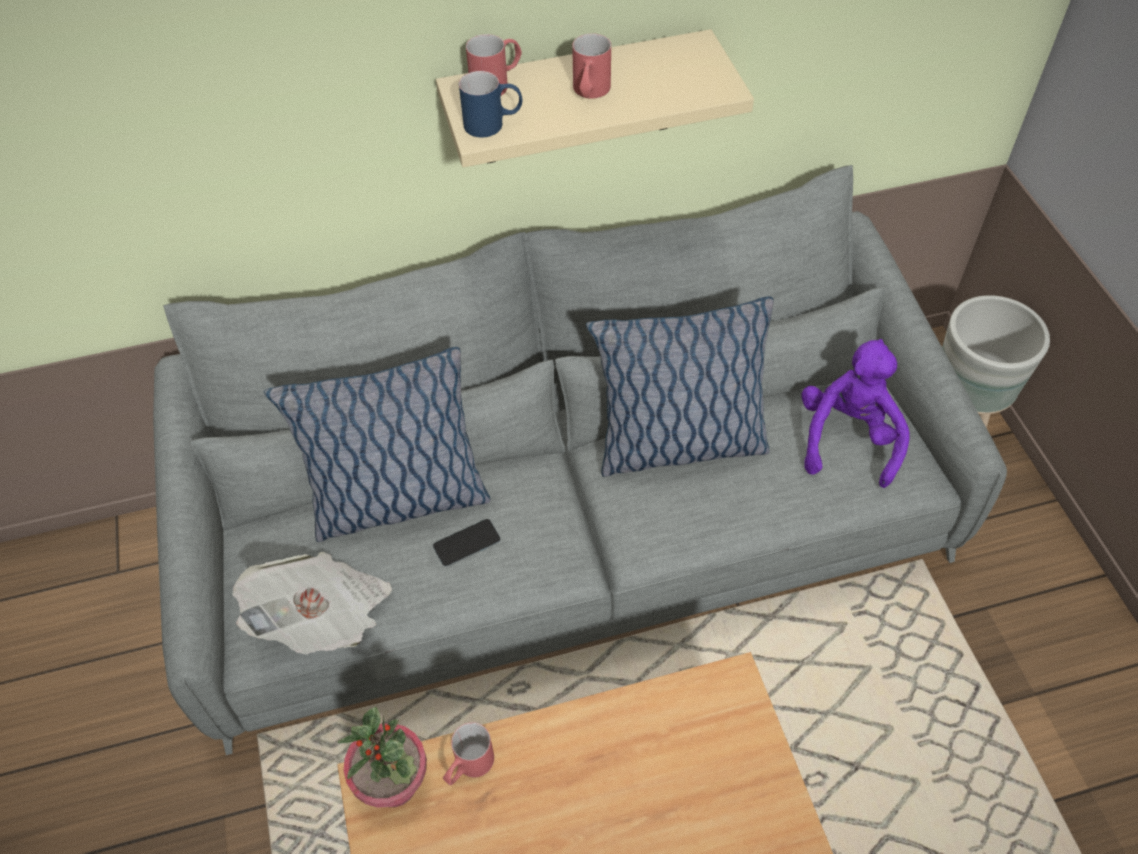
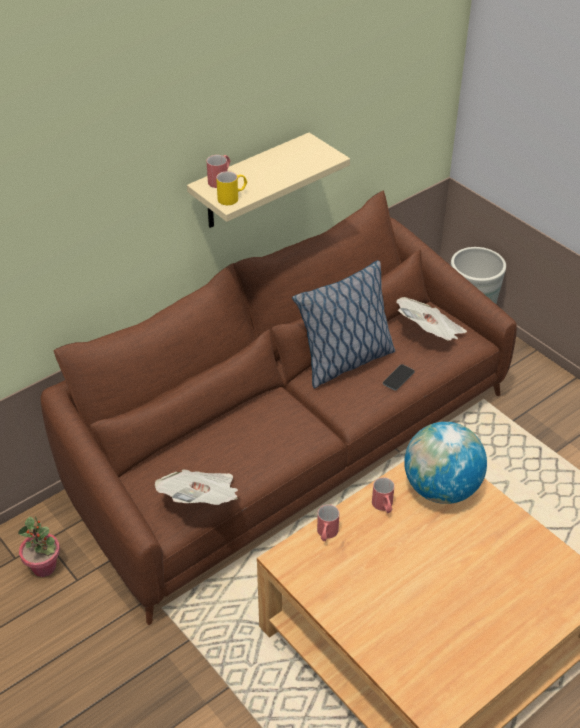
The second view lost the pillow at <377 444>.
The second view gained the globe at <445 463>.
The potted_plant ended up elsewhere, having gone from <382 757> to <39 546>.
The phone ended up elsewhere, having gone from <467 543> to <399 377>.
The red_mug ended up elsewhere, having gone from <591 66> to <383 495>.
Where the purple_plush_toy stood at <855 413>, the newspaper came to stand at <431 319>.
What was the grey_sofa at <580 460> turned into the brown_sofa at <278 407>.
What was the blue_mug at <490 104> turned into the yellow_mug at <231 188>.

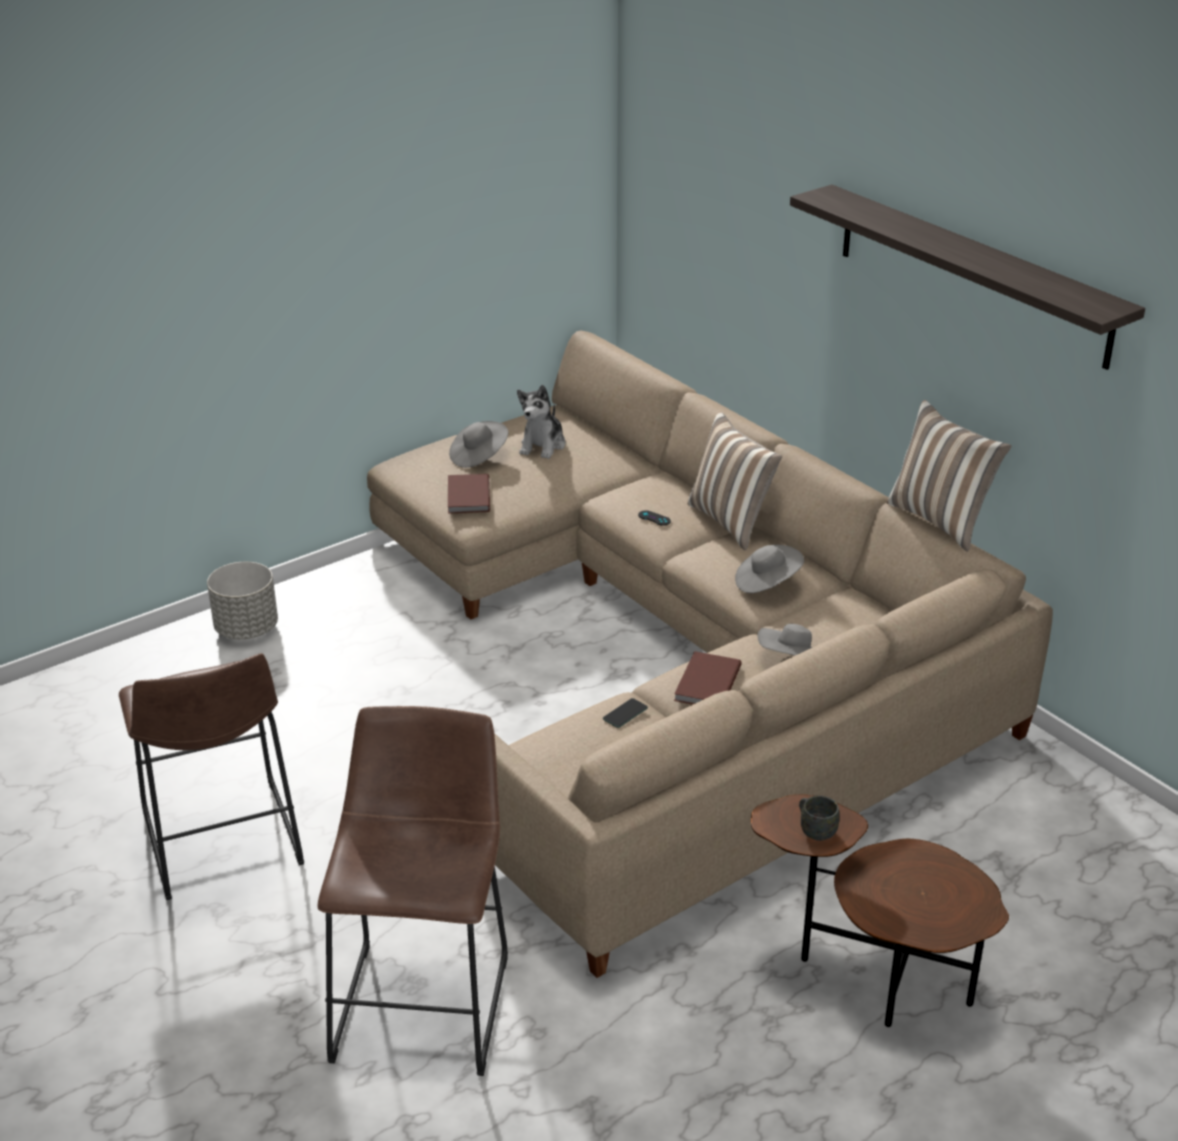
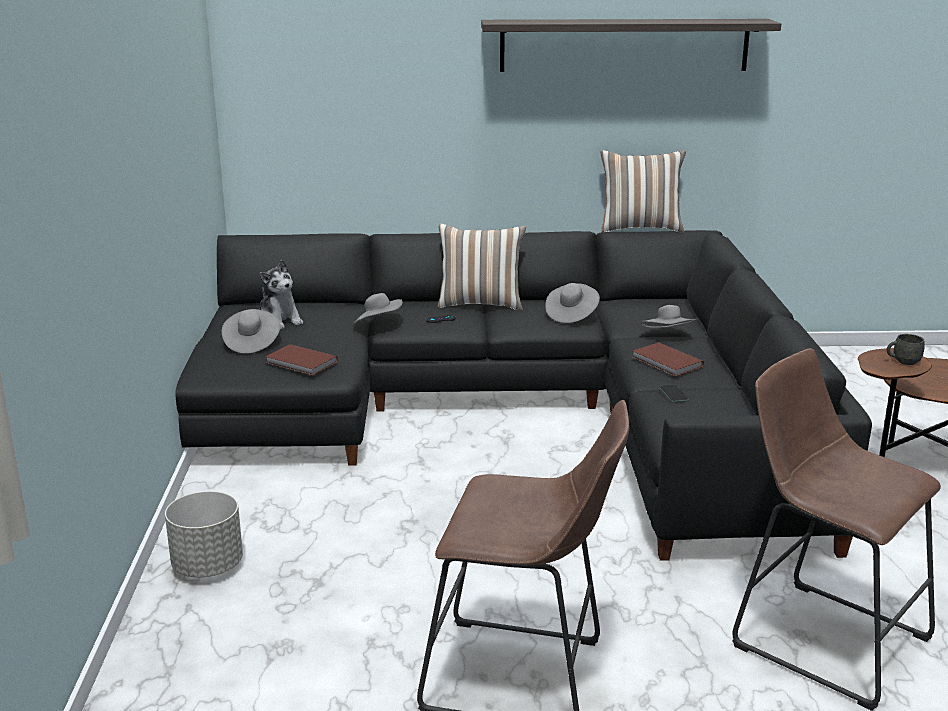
The second view gained the grey_hat at <378 308>.
What was the beige_sofa at <710 654> turned into the black_sofa at <523 395>.

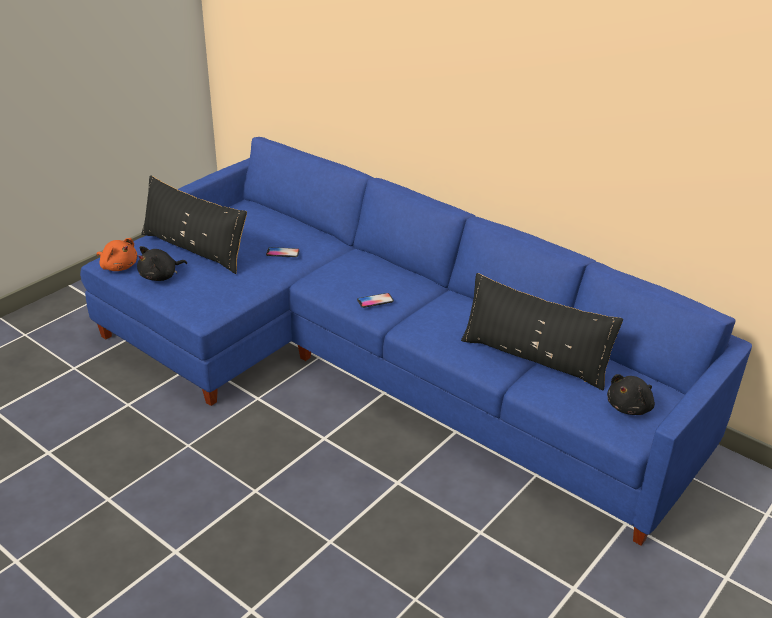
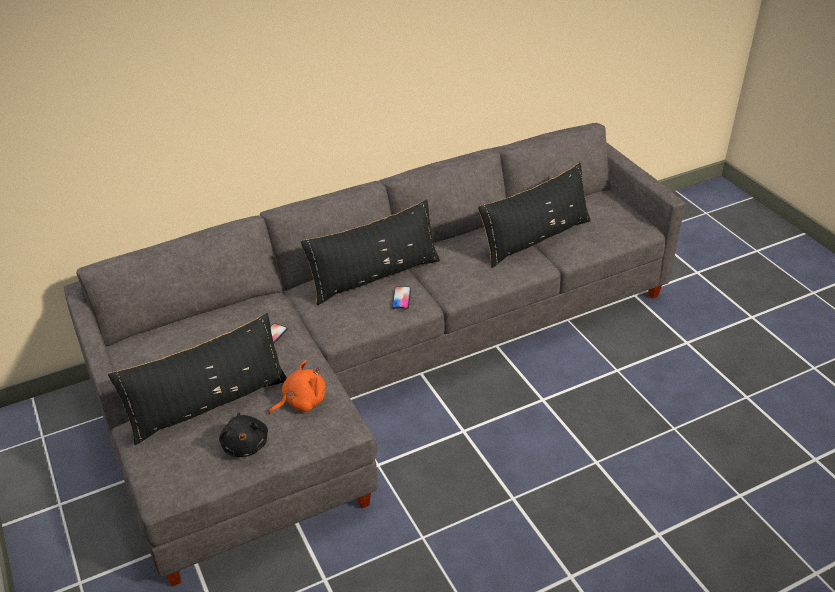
The second view lost the black_plush_toy at <631 394>.
The second view gained the black_pillow at <370 252>.
The orange_plush_toy ended up elsewhere, having gone from <117 254> to <297 387>.
What was the blue_sofa at <416 341> turned into the grey_sofa at <374 354>.

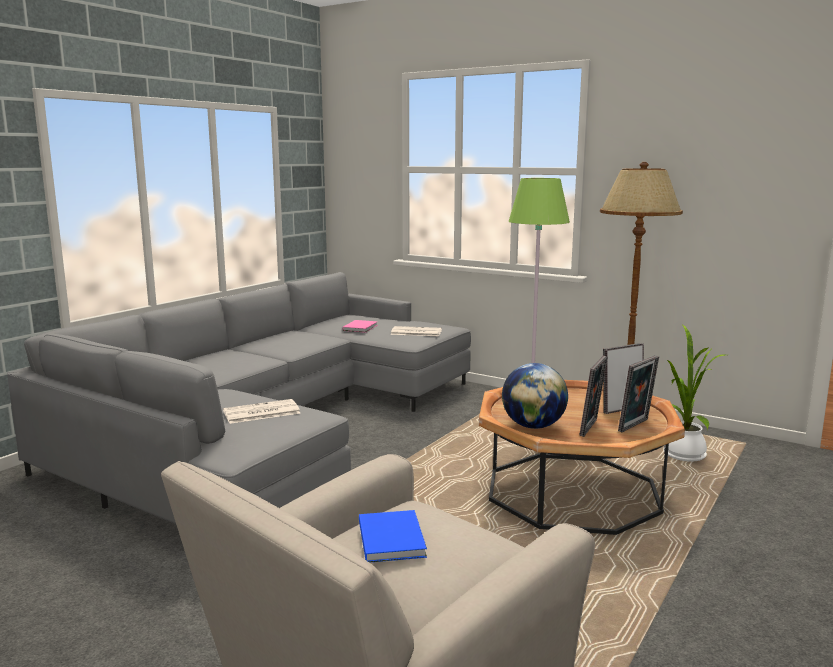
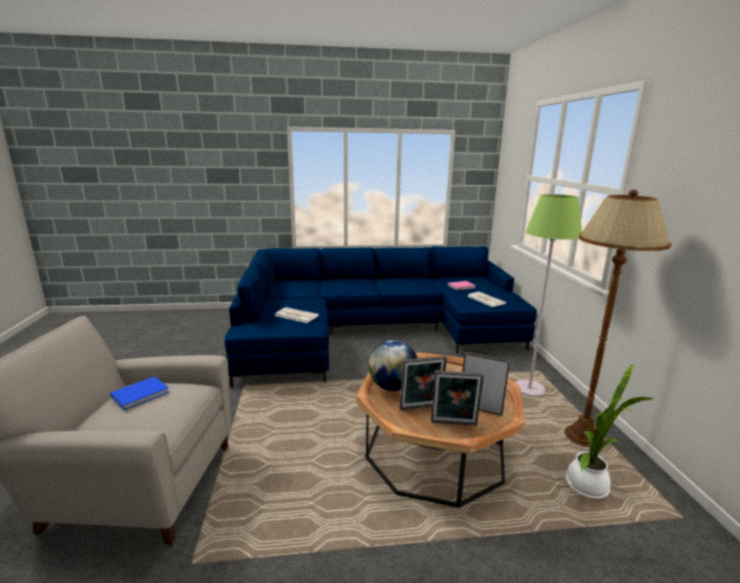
What was the grey_sofa at <239 398> turned into the blue_sofa at <381 316>.

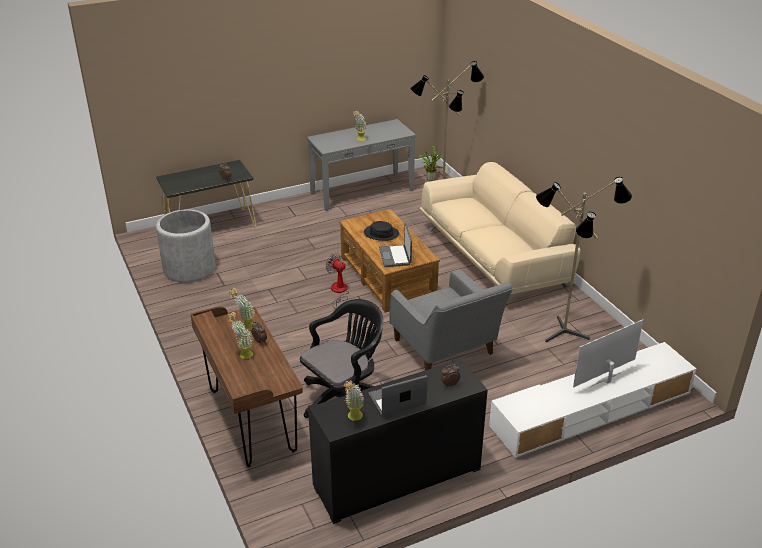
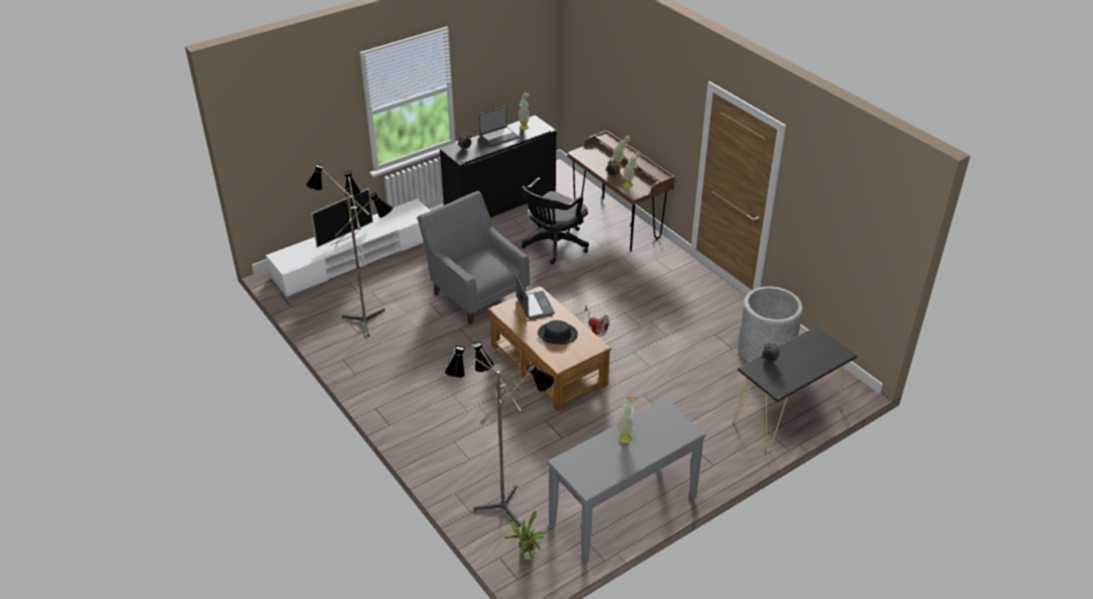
The second view lost the beige_sofa at <500 228>.

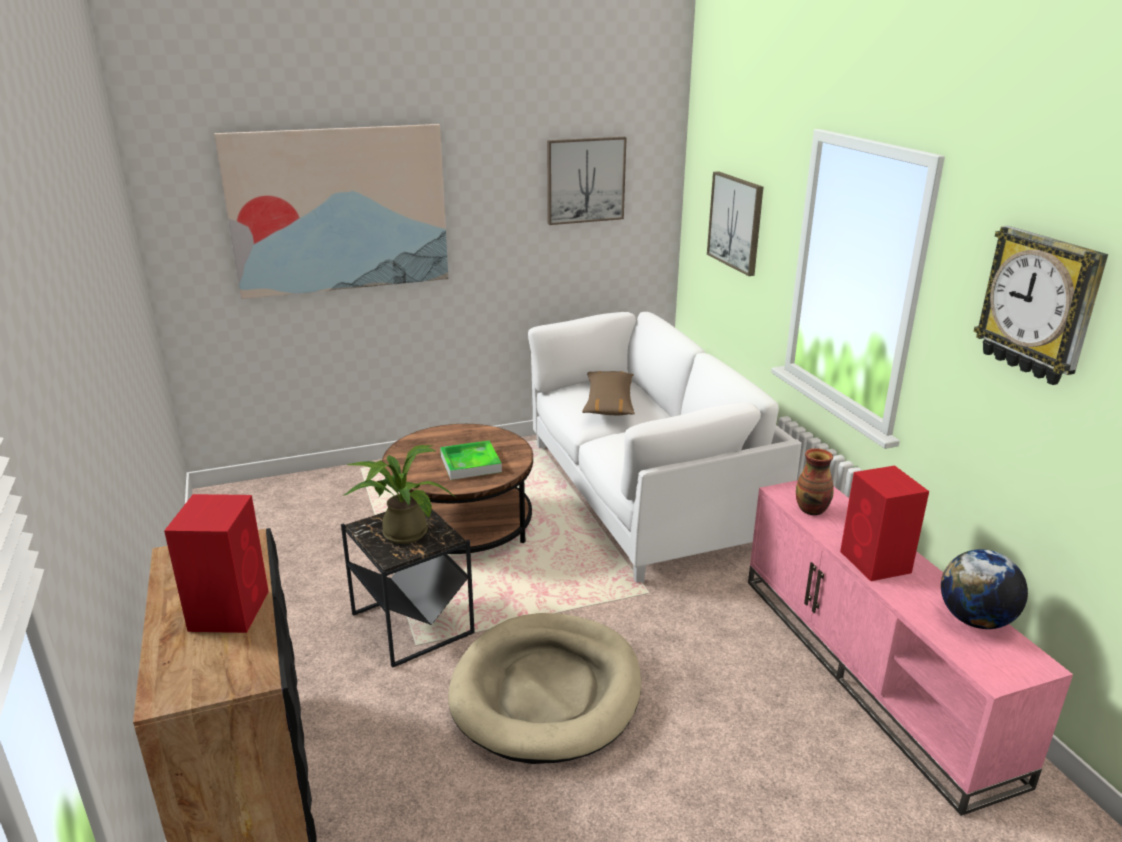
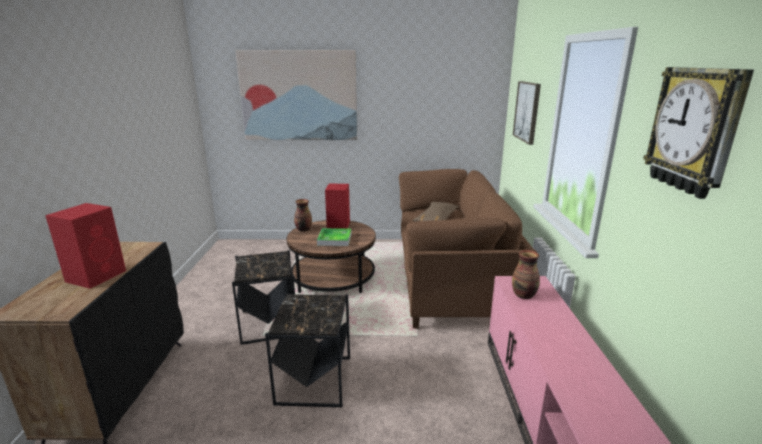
The second view lost the potted_plant at <399 494>.
The second view lost the picture at <587 181>.
The second view lost the globe at <984 589>.
The second view gained the vase at <303 215>.
The red_speaker ended up elsewhere, having gone from <884 523> to <337 206>.
Where the beige_dog_bed stood at <544 688>, the black_side_table came to stand at <307 350>.
What was the white_sofa at <664 447> turned into the brown_sofa at <468 249>.

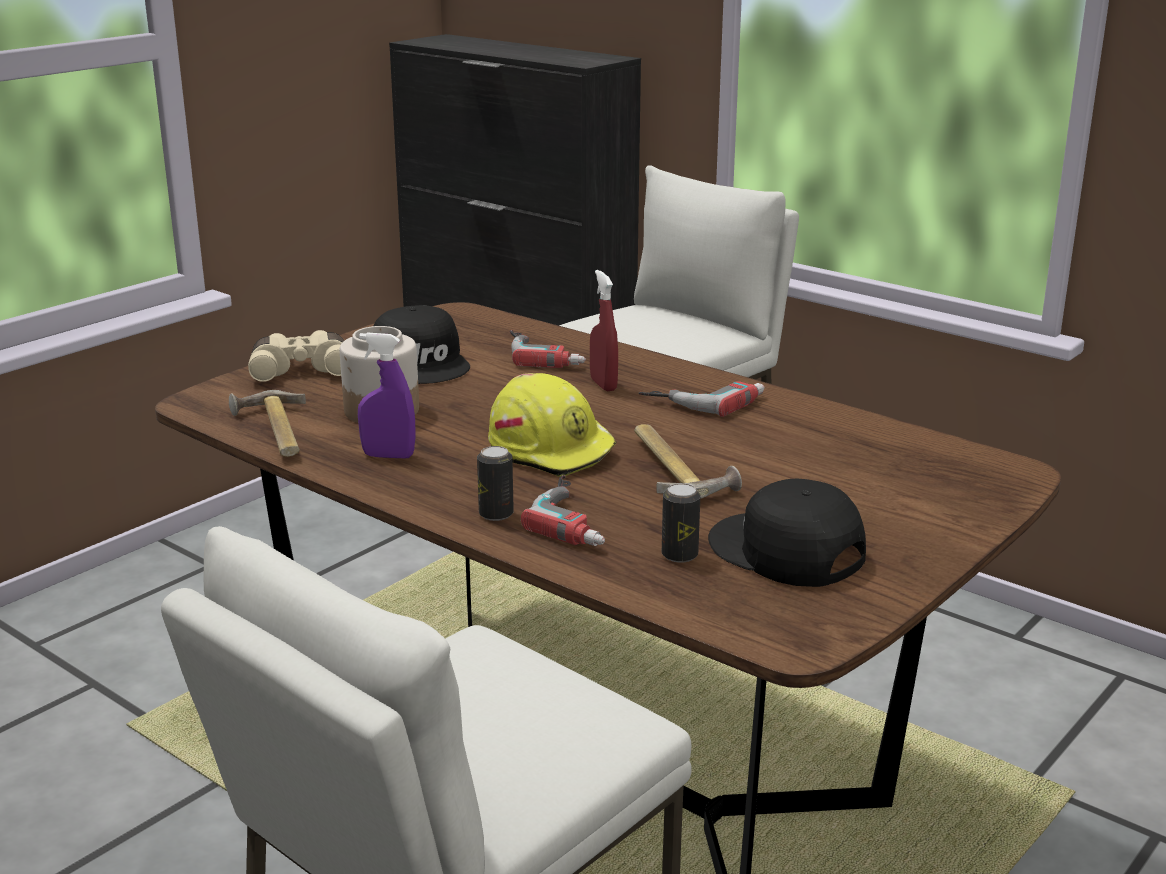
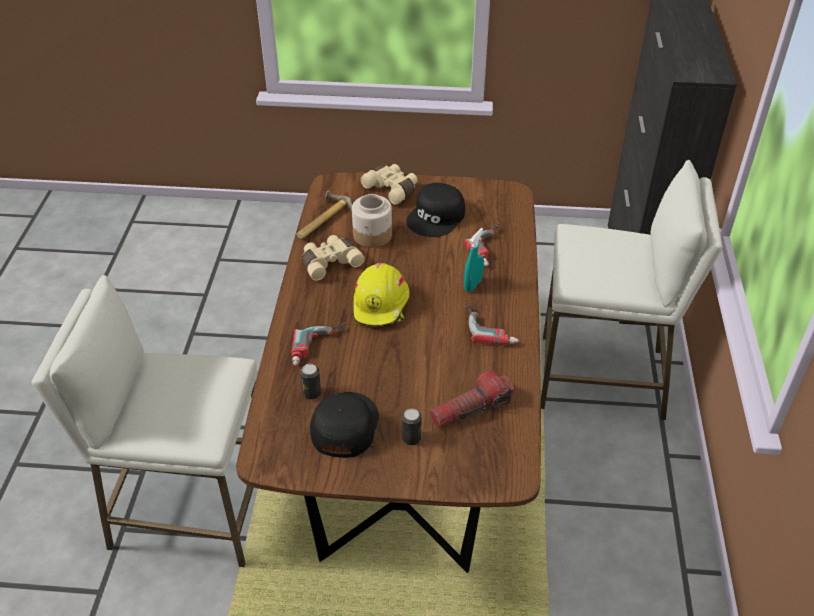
The second view lost the hammer at <688 461>.
The second view gained the flashlight at <472 399>.
The can ended up elsewhere, having gone from <495 483> to <412 426>.
Where the purple_spray_bottle stood at <387 395>, the beige_binoculars came to stand at <333 258>.
What was the red_spray_bottle at <604 330> turned into the turquoise_spray_bottle at <474 260>.

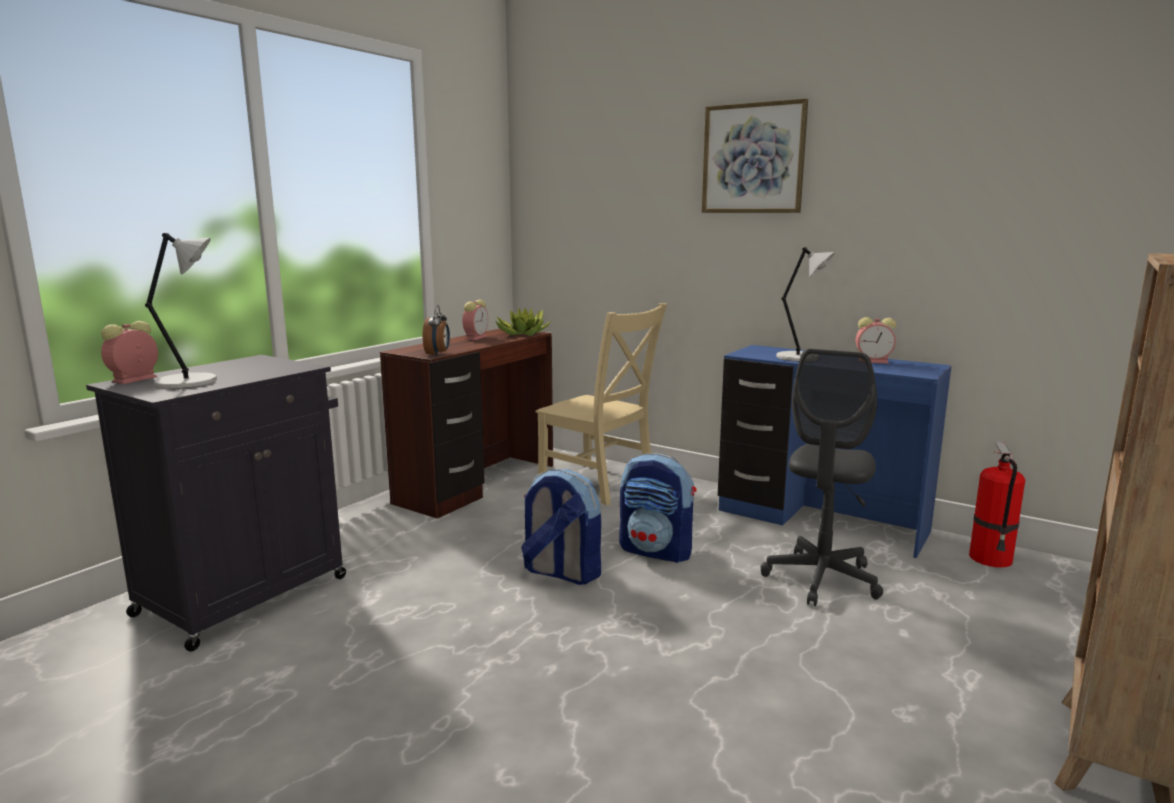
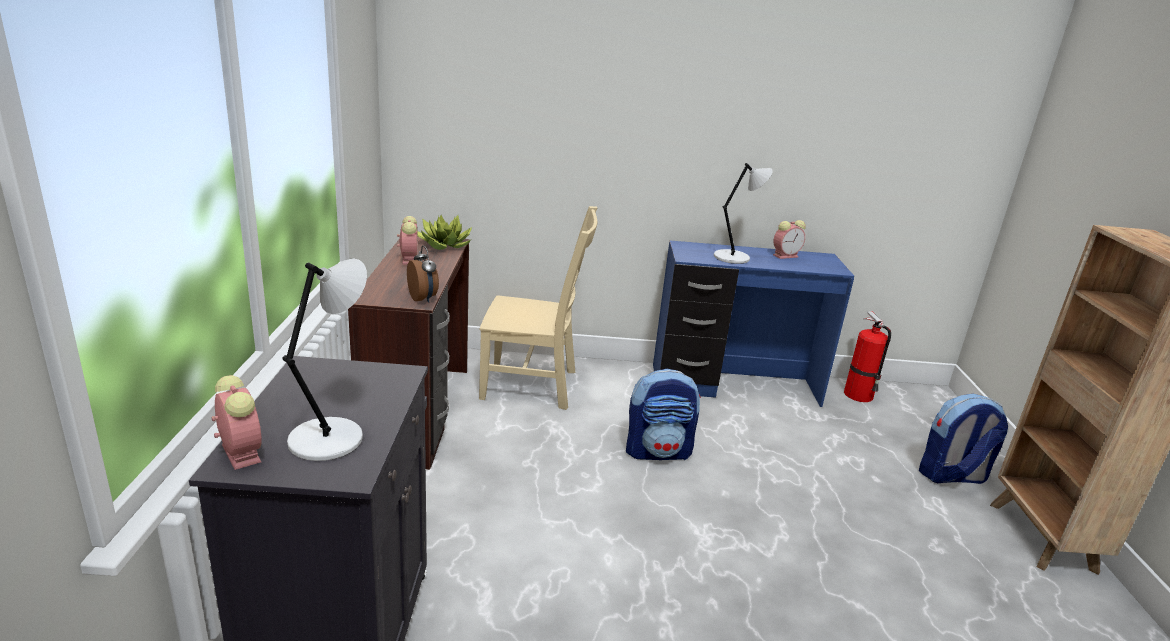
The second view lost the picture at <755 155>.
The second view lost the grey_office_chair at <821 477>.
The backpack ended up elsewhere, having gone from <561 527> to <963 439>.
The alarm_clock at <129 352> ended up facing another way, 150 degrees clockwise from before.

